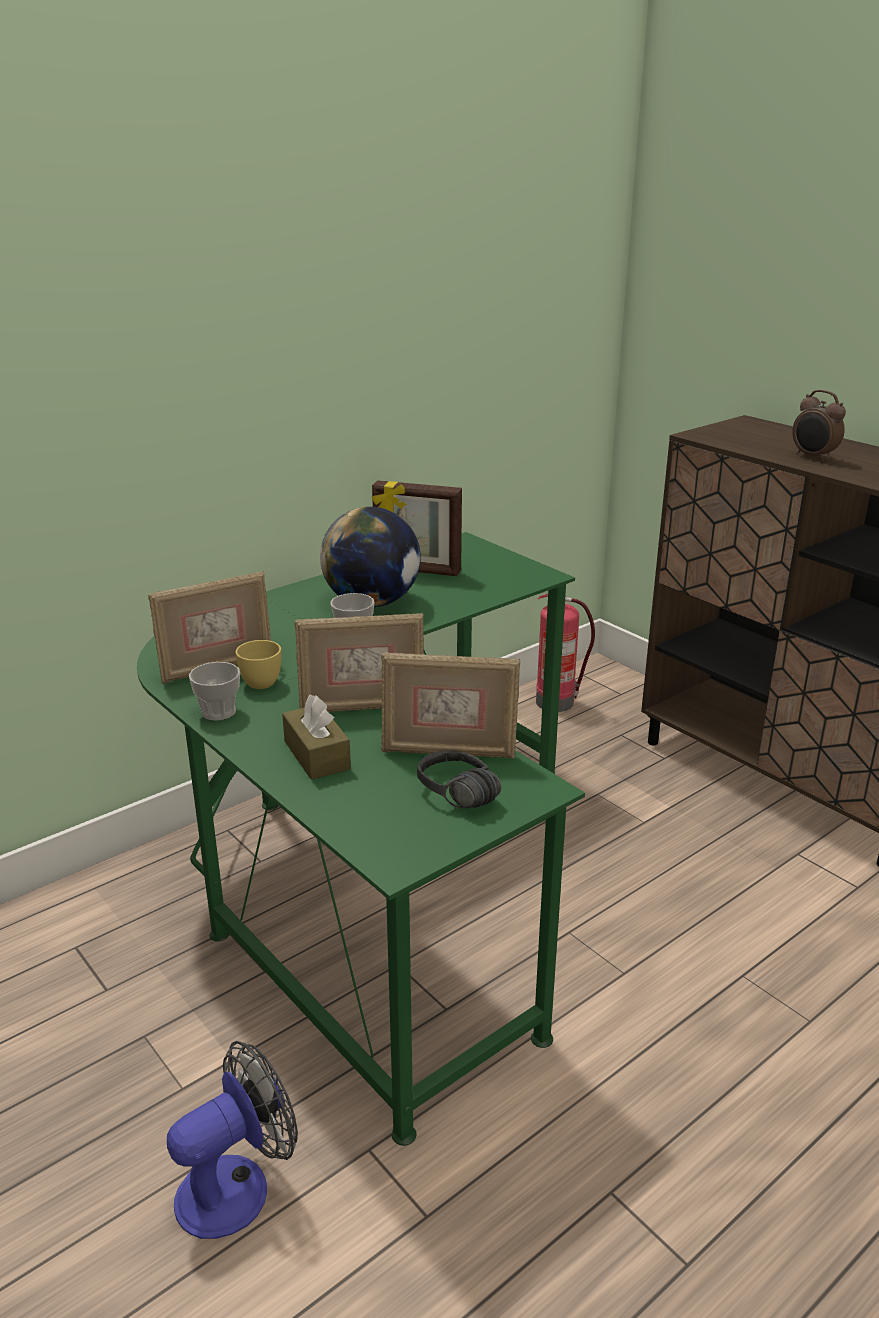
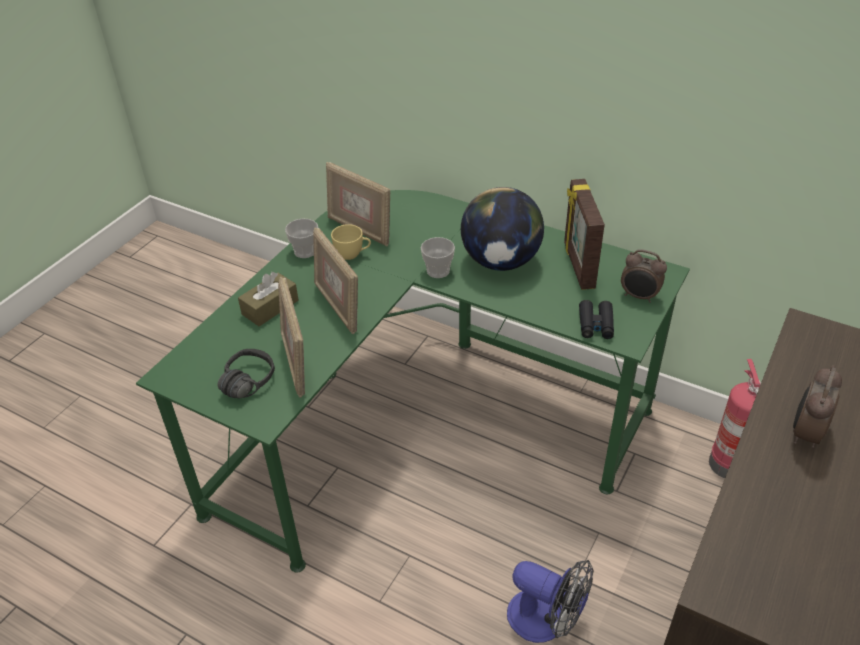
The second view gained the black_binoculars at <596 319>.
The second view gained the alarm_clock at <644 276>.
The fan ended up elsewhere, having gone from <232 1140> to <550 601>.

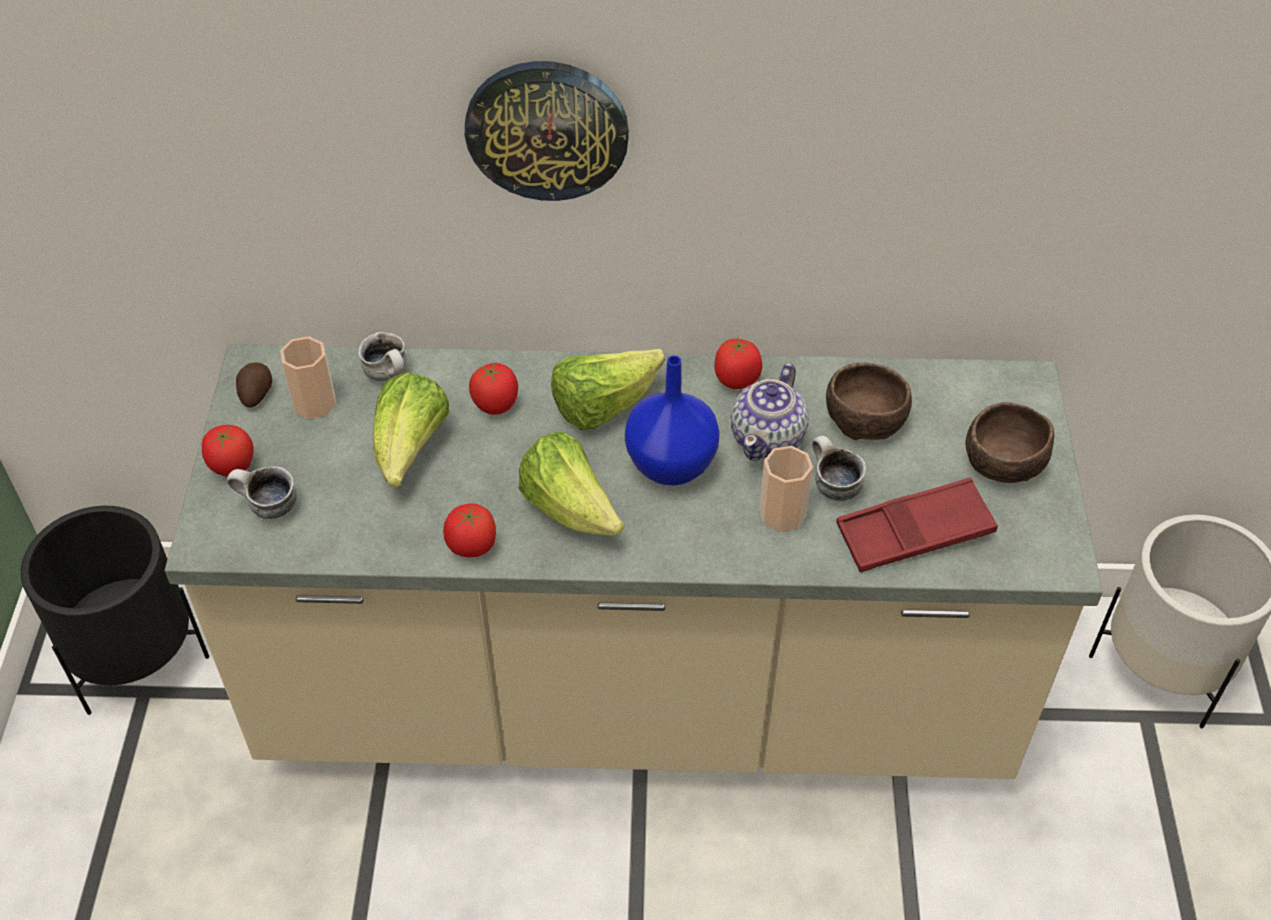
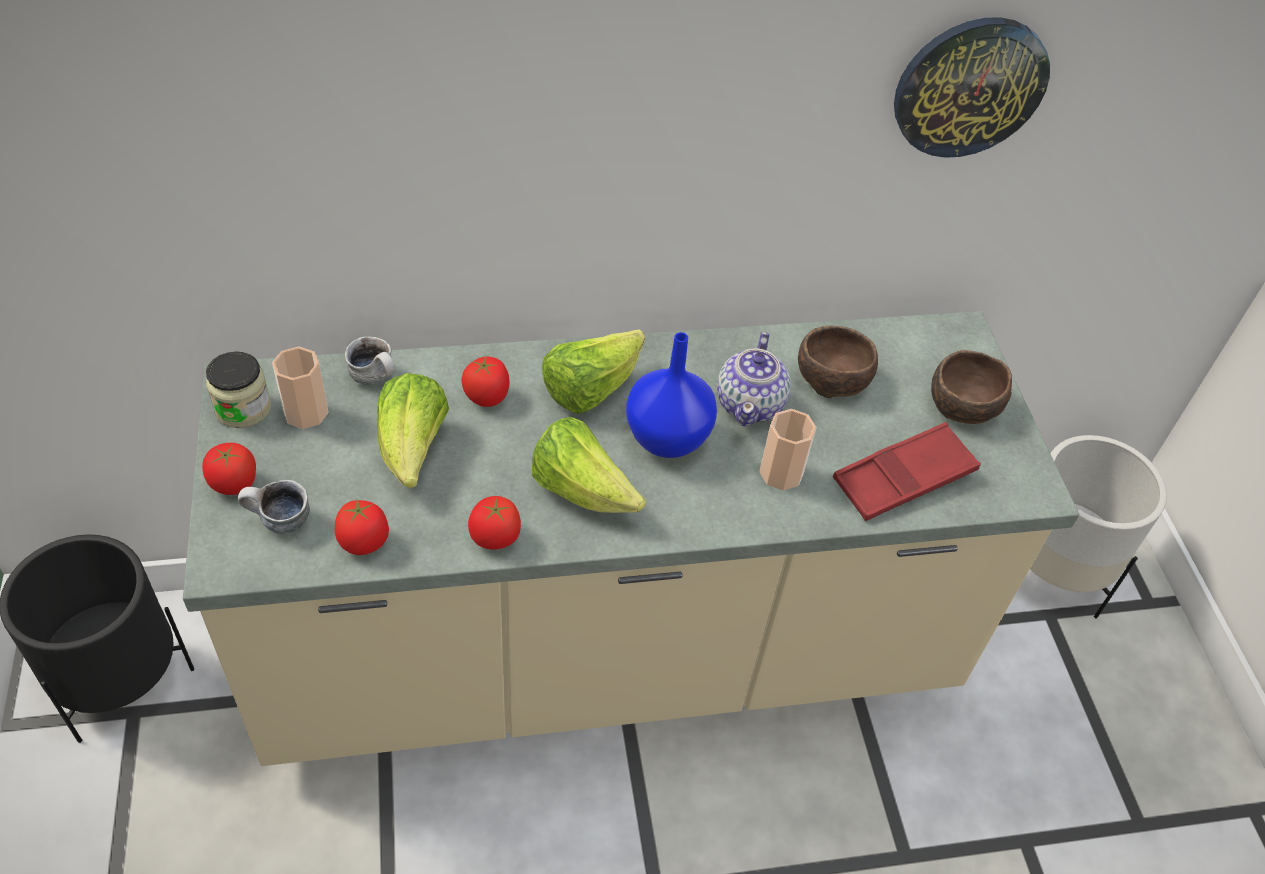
The second view lost the mug at <839 468>.
The wall_clock ended up elsewhere, having gone from <547 131> to <972 87>.
The tomato ended up elsewhere, having gone from <738 362> to <362 527>.
Where the potato stood at <254 385>, the jar came to stand at <238 390>.

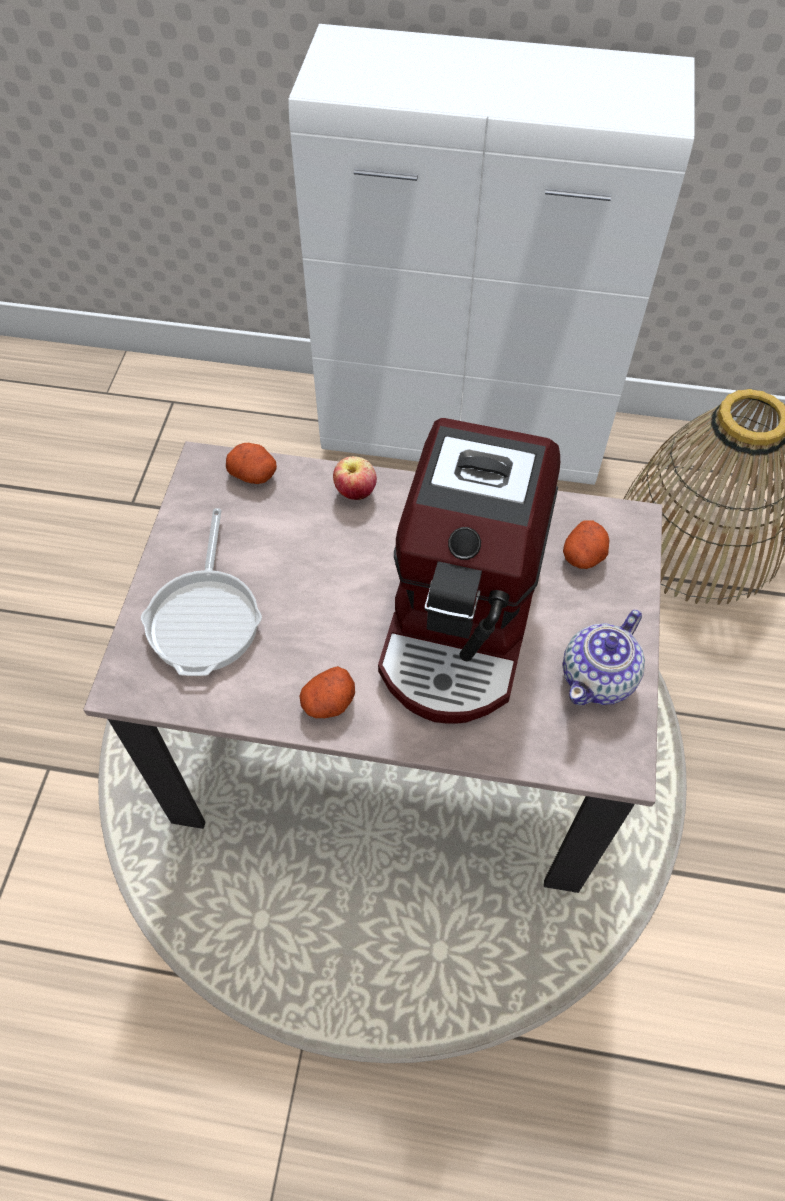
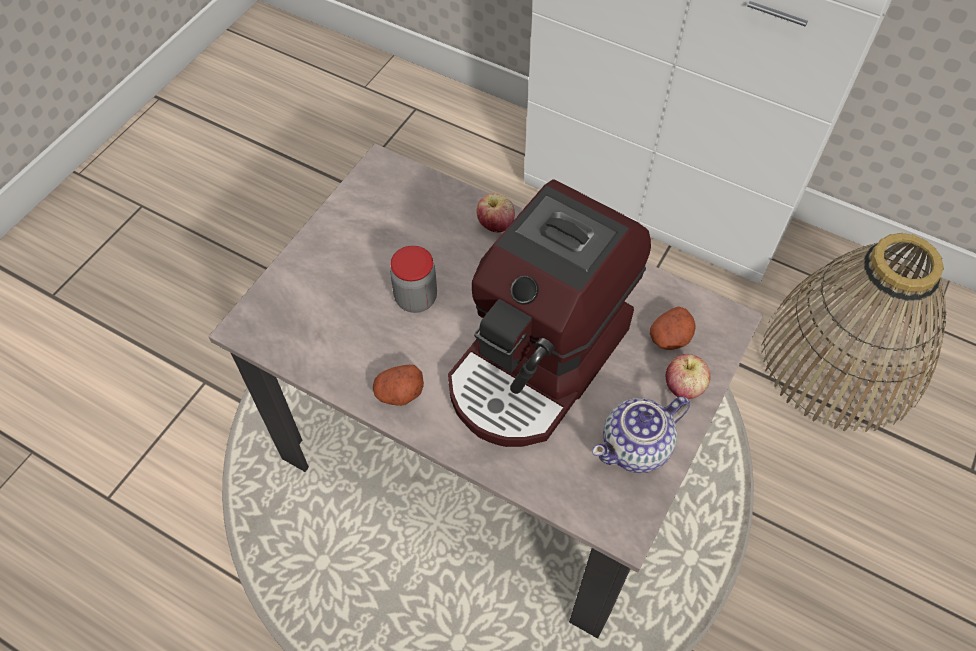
The second view lost the frying_pan at <201 592>.
The second view lost the potato at <251 463>.
The second view gained the jar at <413 279>.
The second view gained the apple at <687 376>.

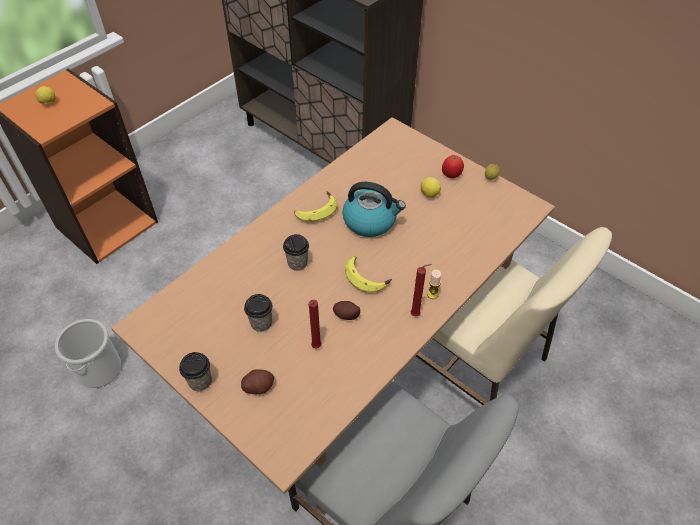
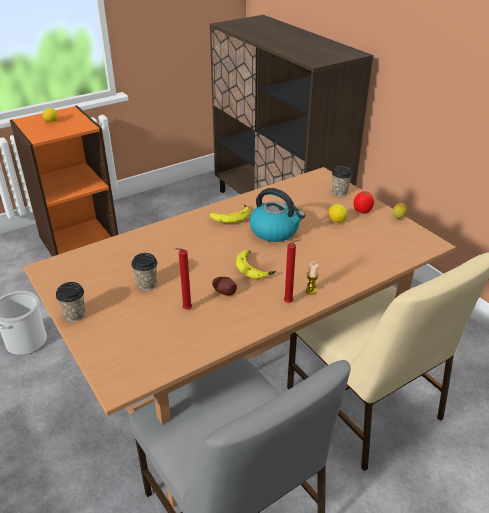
The second view lost the potato at <257 381>.
The cup ended up elsewhere, having gone from <296 252> to <342 181>.

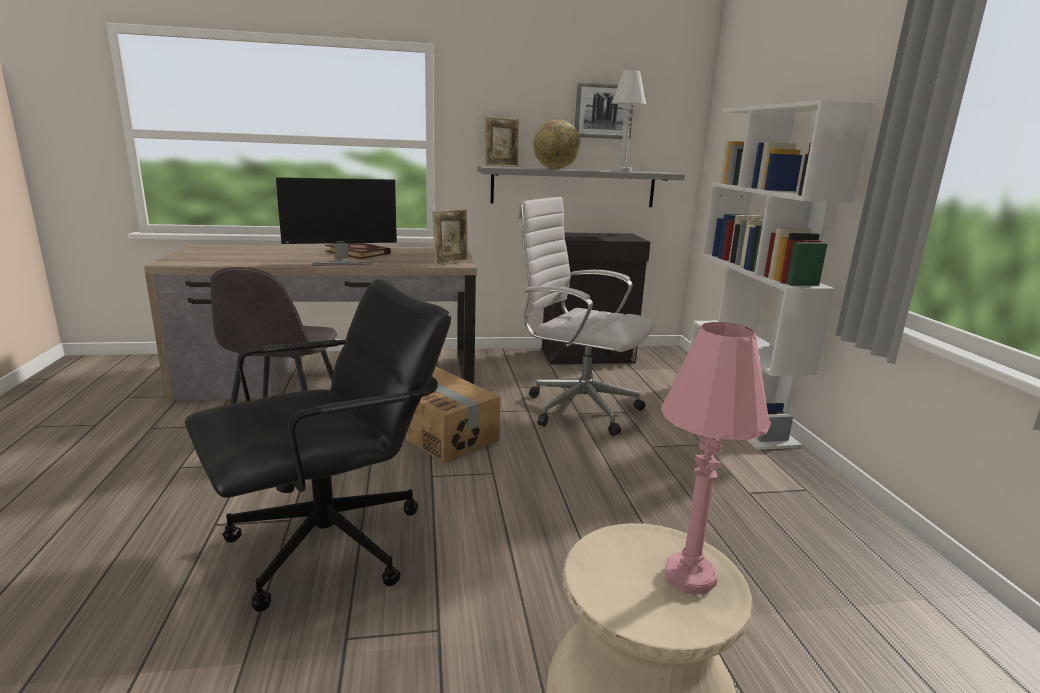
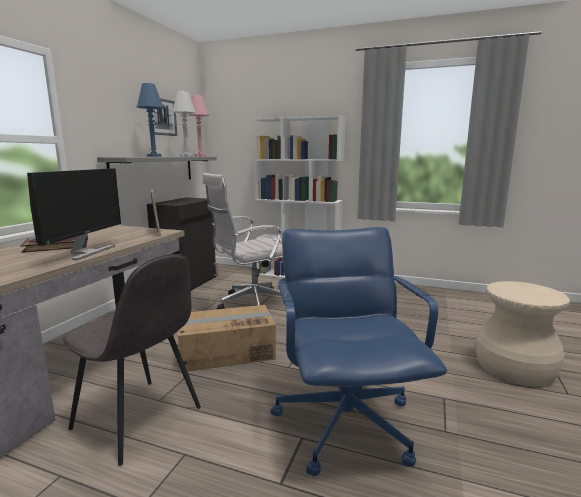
The second view lost the picture_frame at <502 141>.
The pink_table_lamp ended up elsewhere, having gone from <716 458> to <198 126>.
Where the globe stood at <557 144>, the blue_table_lamp came to stand at <150 120>.
What was the black_office_chair at <318 445> turned into the blue_office_chair at <359 351>.

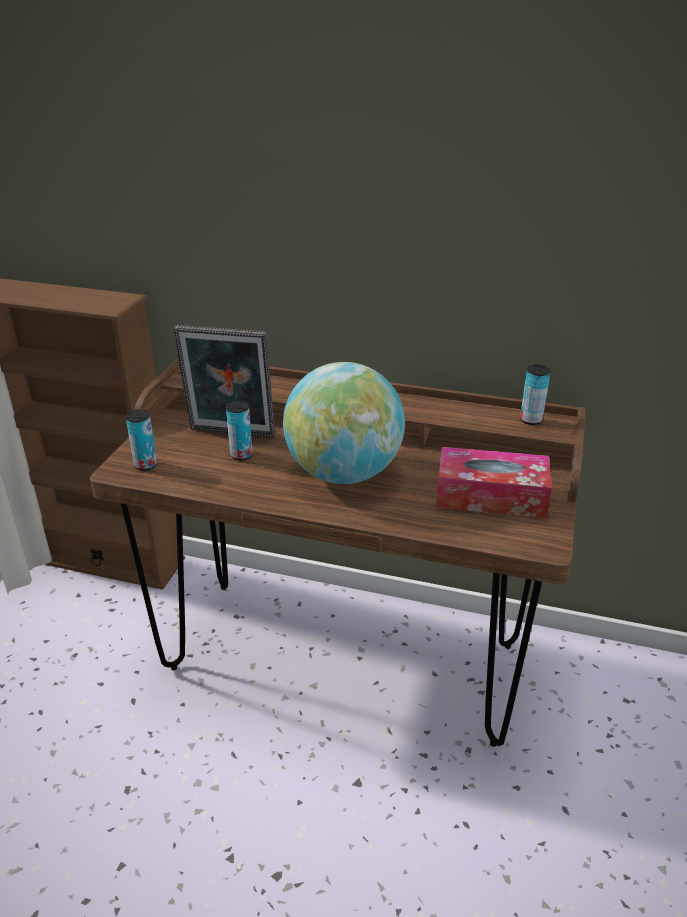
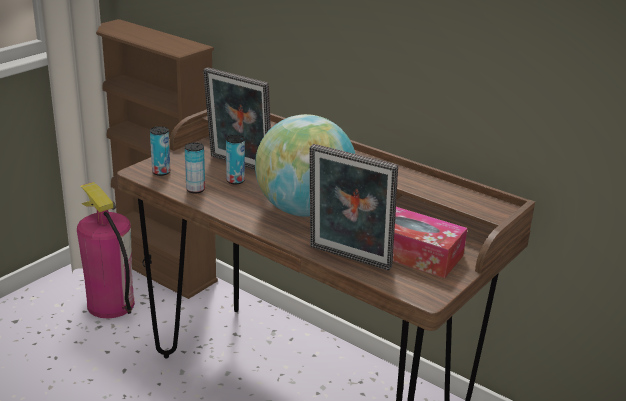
The second view gained the fire_extinguisher at <106 250>.
The second view gained the picture_frame at <353 207>.
The can ended up elsewhere, having gone from <535 394> to <195 167>.

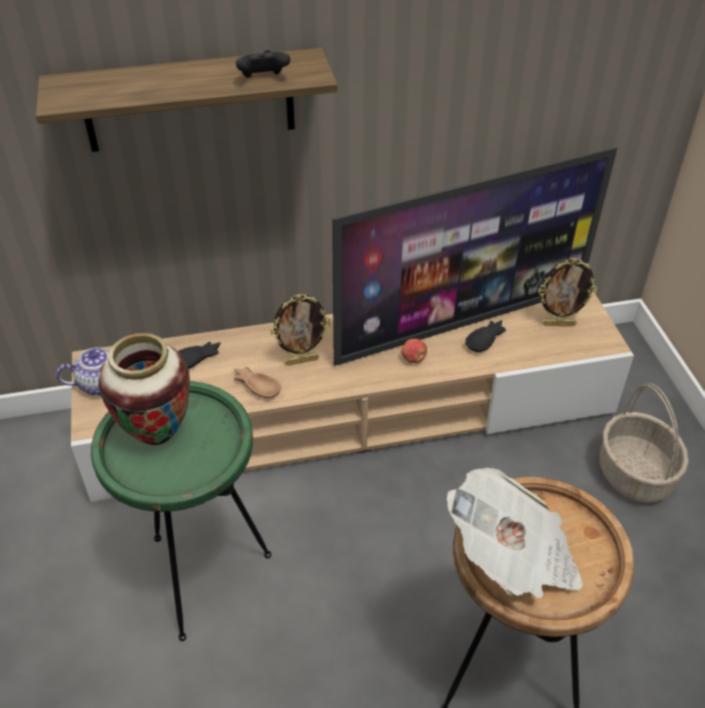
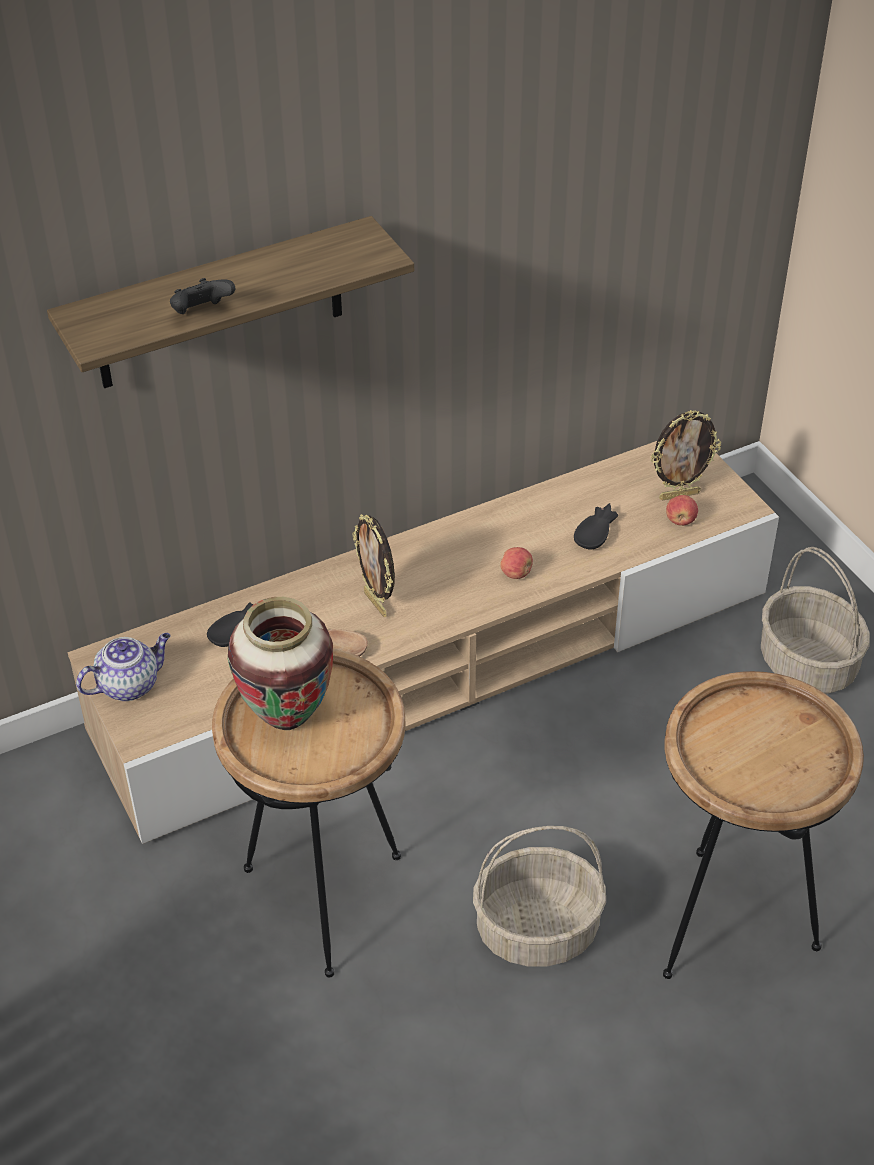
The second view lost the television at <474 256>.
The second view lost the newspaper at <515 533>.
The second view gained the basket at <539 896>.
The second view gained the apple at <682 510>.
The black_game_controller ended up elsewhere, having gone from <263 64> to <202 296>.
What was the green_side_table at <181 511> turned into the brown_side_table at <309 813>.
The picture_frame at <300 330> ended up facing another way, 90 degrees clockwise from before.

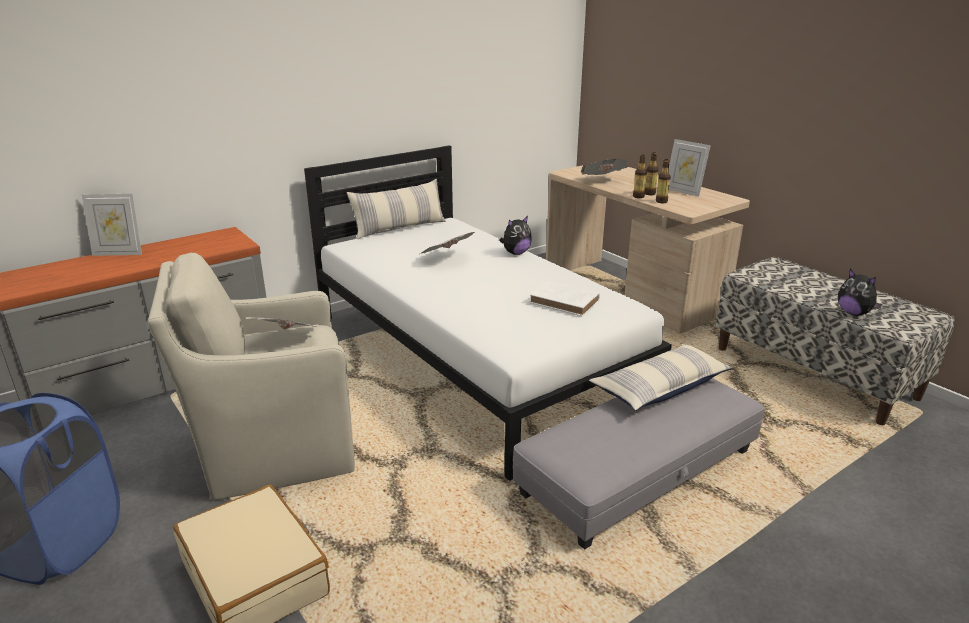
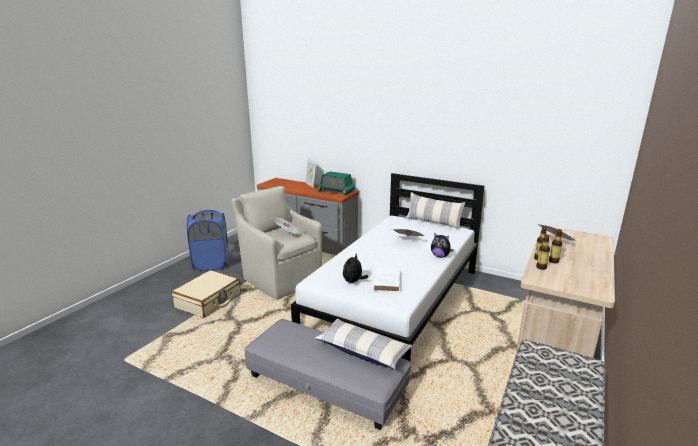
The second view lost the picture_frame at <690 168>.
The second view gained the radio at <335 183>.
The plush_toy ended up elsewhere, having gone from <860 292> to <355 268>.

